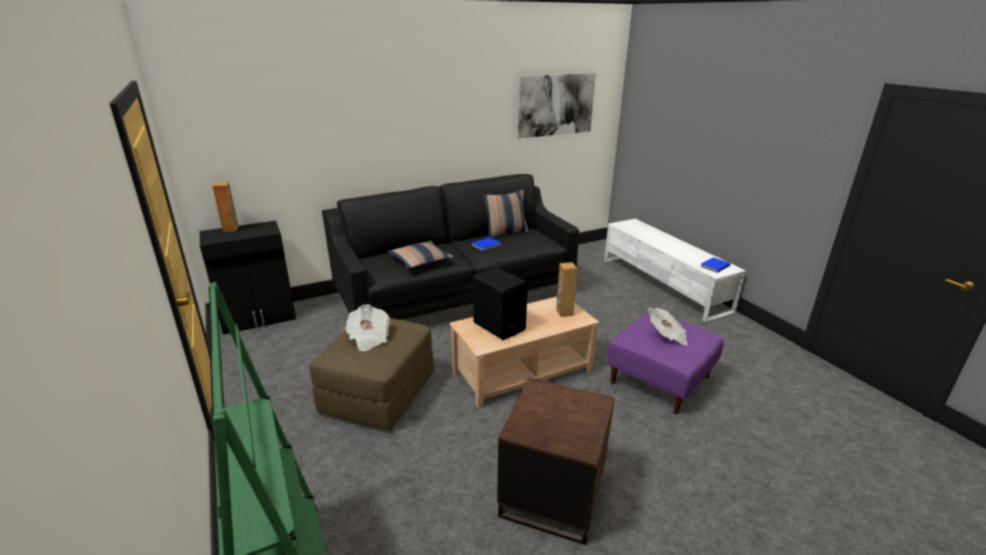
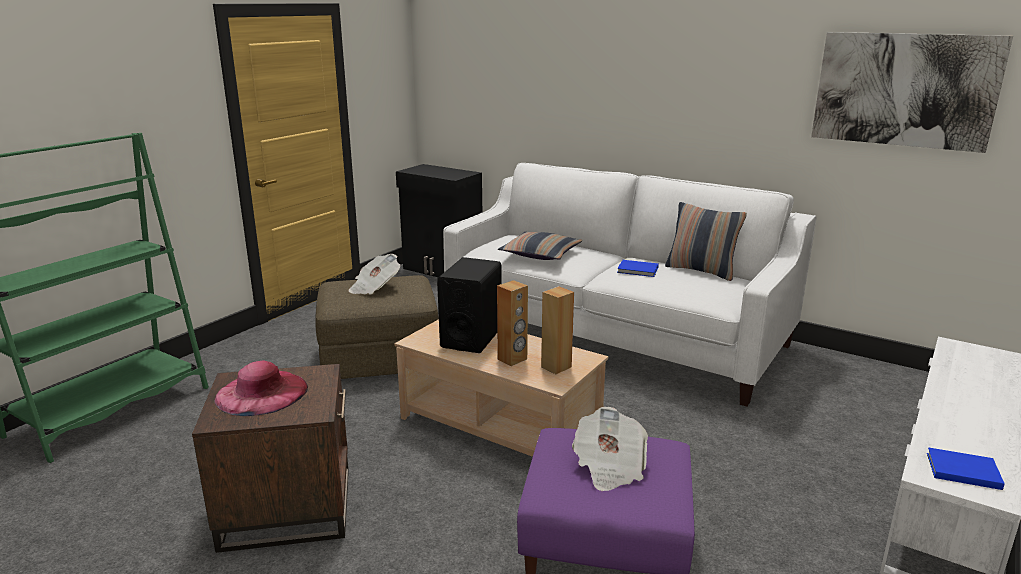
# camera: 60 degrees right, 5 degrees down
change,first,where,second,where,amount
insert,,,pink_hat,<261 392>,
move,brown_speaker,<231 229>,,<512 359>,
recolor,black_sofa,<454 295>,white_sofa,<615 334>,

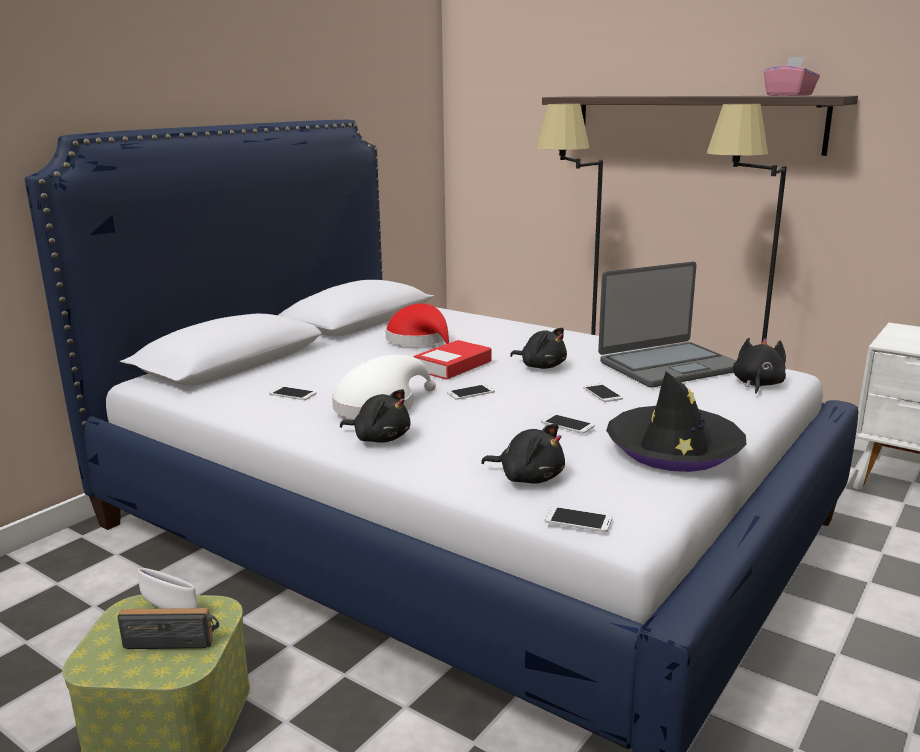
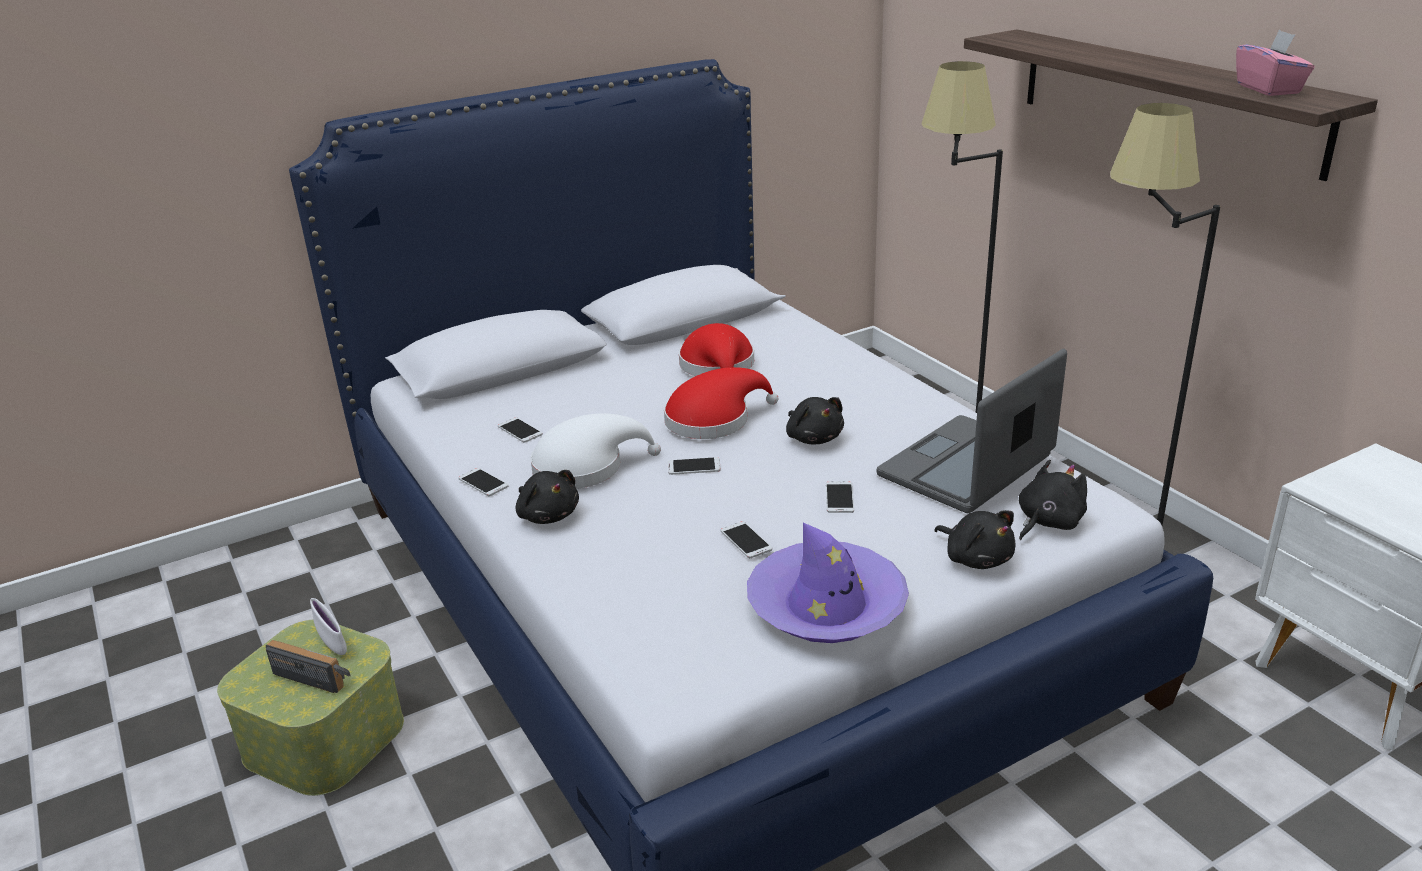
# camera: 25 degrees right, 10 degrees up
change,first,where,second,where,amount
move,black_plush_toy,<528 477>,,<976 558>,
move,phone,<578 520>,,<483 482>,
replace,book,<453 366>,red_hat,<713 419>,
recolor,black_hat,<673 450>,purple_hat,<826 606>,
rotate,laptop,<668 366>,,<967 467>,135 degrees clockwise

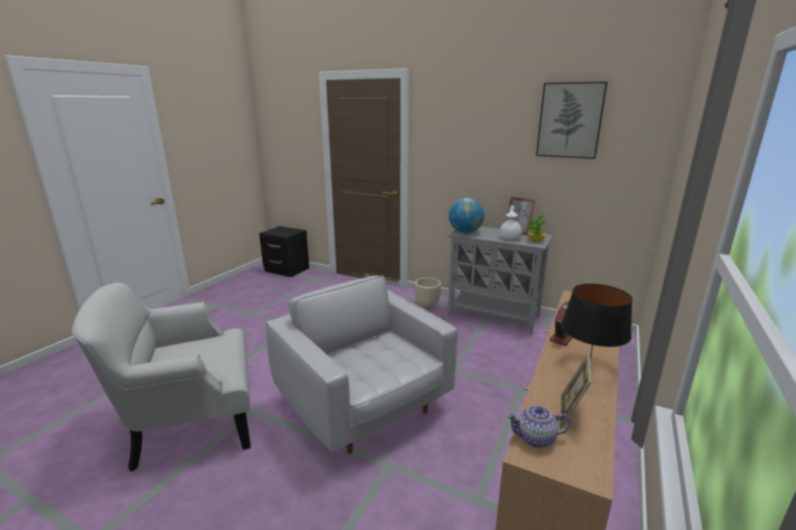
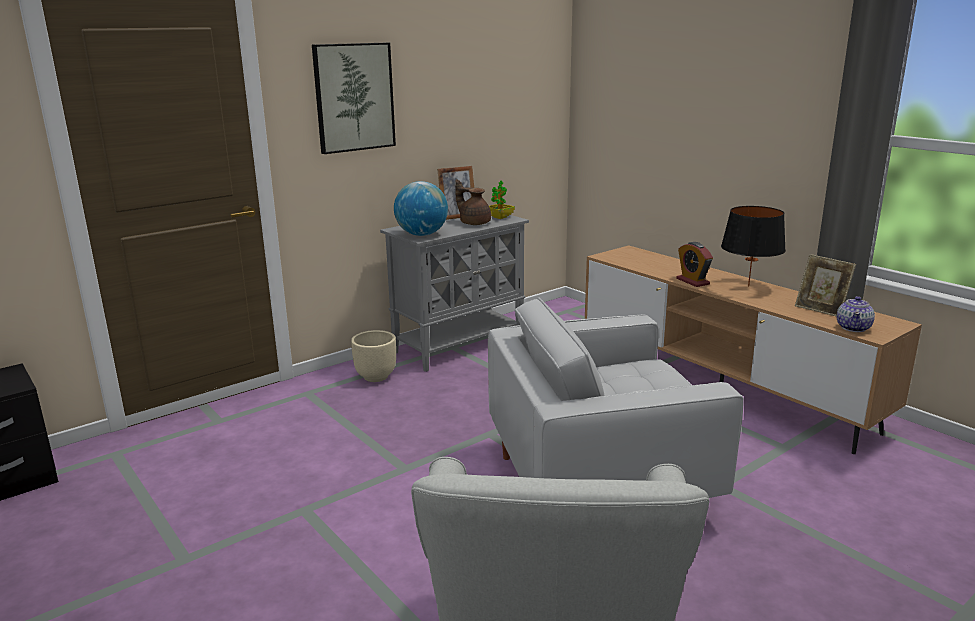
# camera: 65 degrees left, 0 degrees up
change,first,where,second,where,amount
move,picture,<570 120>,,<354 97>,
recolor,white_teapot,<510 237>,brown_teapot,<474 223>,

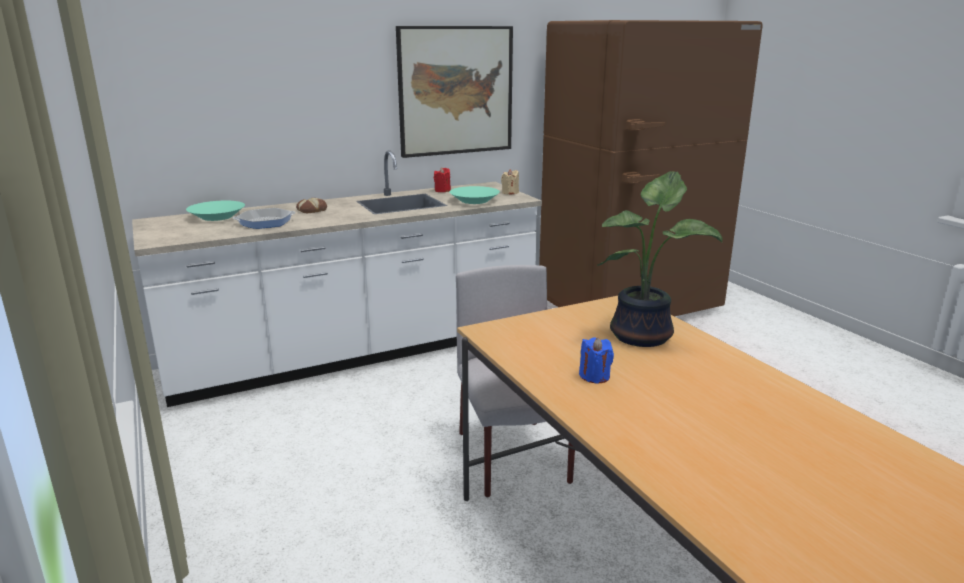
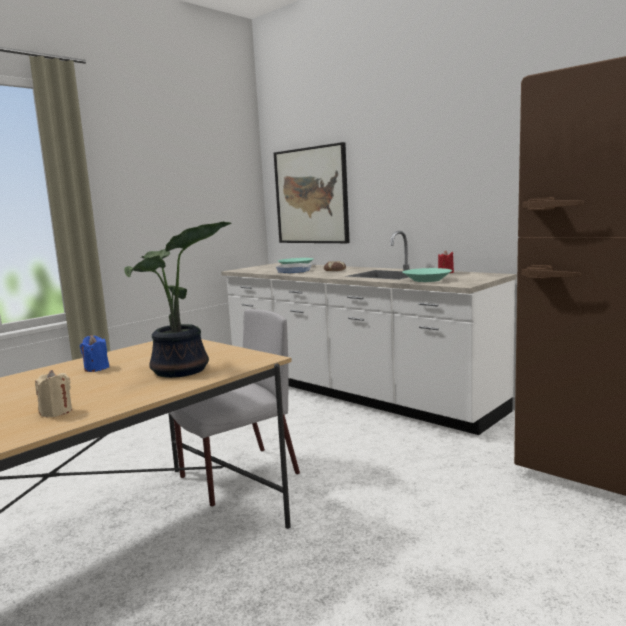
# camera: 70 degrees right, 10 degrees down
change,first,where,second,where,amount
move,picture,<455 91>,,<311 196>,
move,beige_candle,<510 193>,,<56 412>,

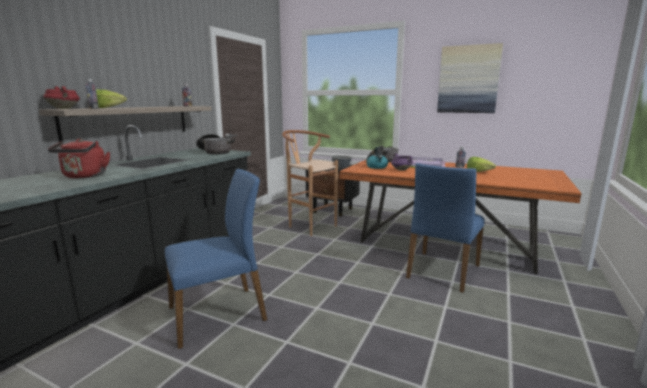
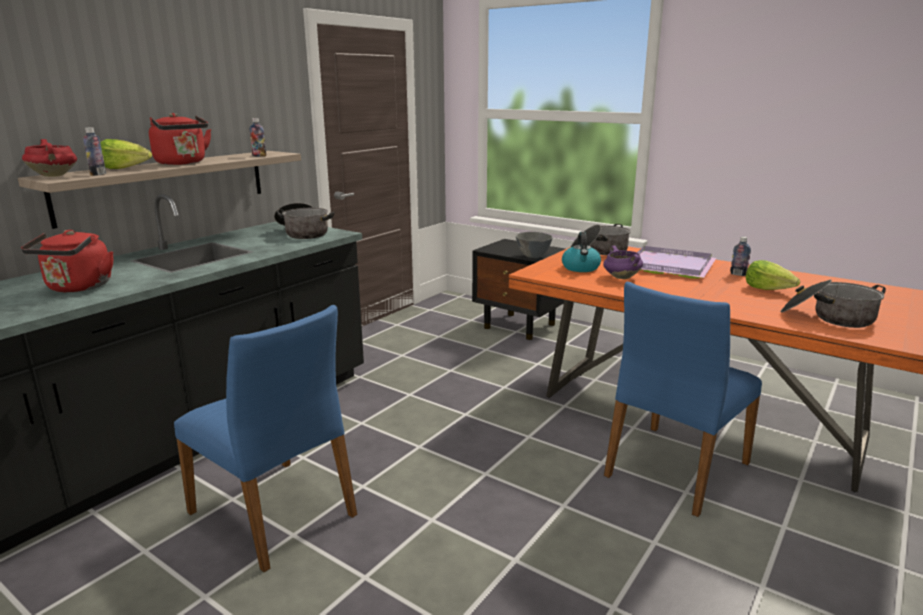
# camera: 10 degrees right, 5 degrees up
change,first,where,second,where,amount
delete,brown_stool,<308 226>,,,
delete,picture,<468 79>,,,
insert,,,red_kettle,<182 163>,
insert,,,cooking_pot,<828 317>,
rotate,blue_chair,<218 313>,,<275 513>,60 degrees clockwise

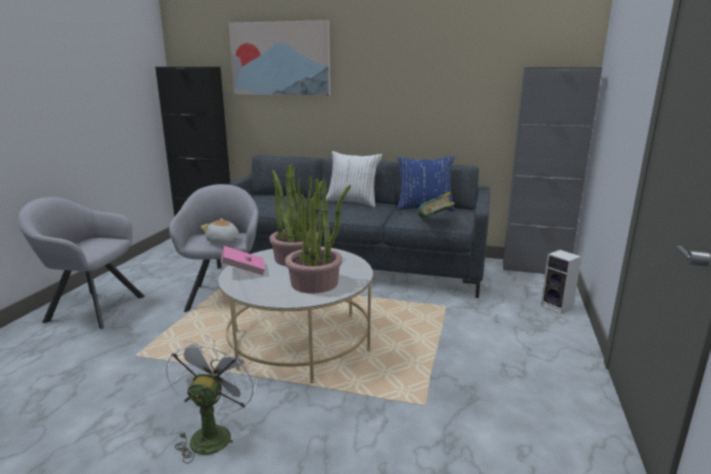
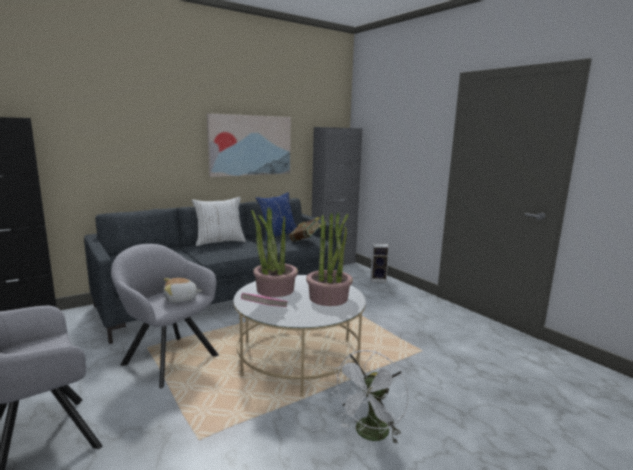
# camera: 50 degrees left, 5 degrees down
change,first,where,second,where,amount
move,picture,<280 59>,,<250 145>,
rotate,white_fan,<212 433>,,<370 435>,105 degrees counterclockwise

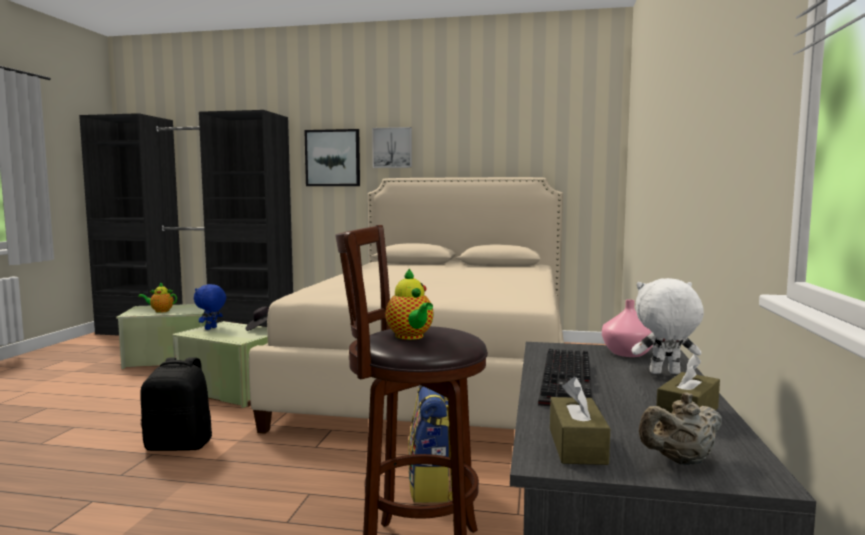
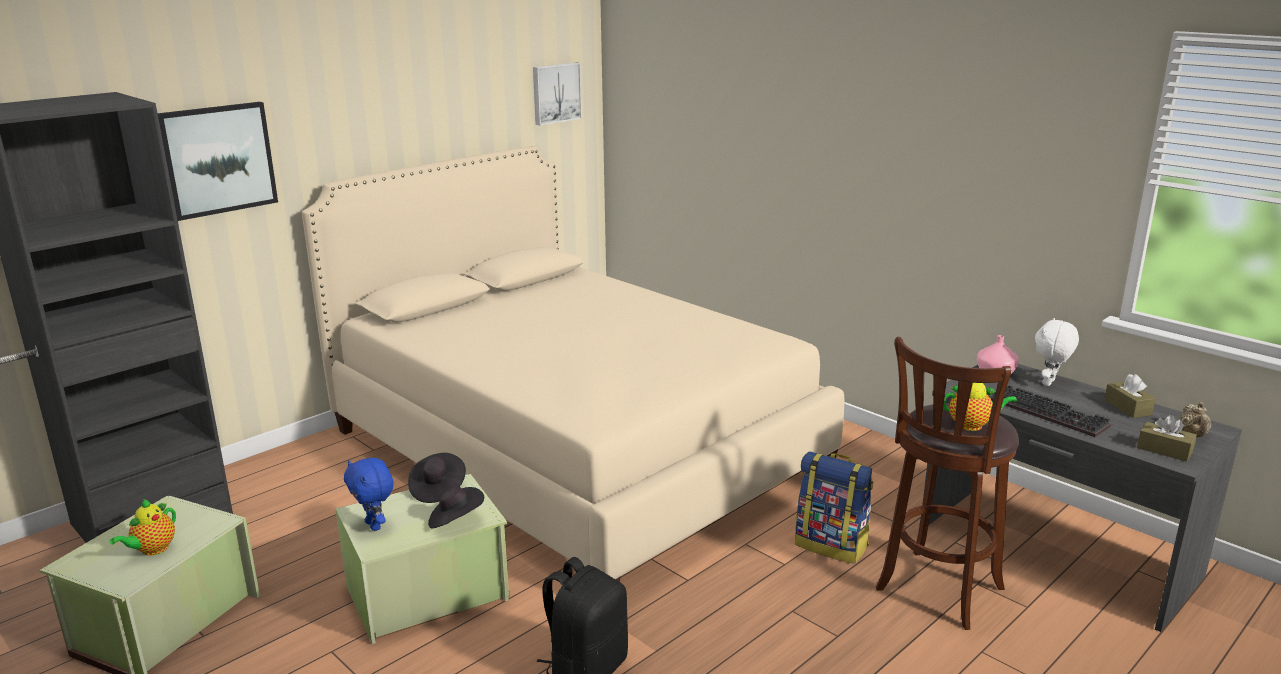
# camera: 55 degrees left, 15 degrees up
change,first,where,second,where,amount
insert,,,black_hat,<456 520>,
move,picture,<392 148>,,<555 93>,

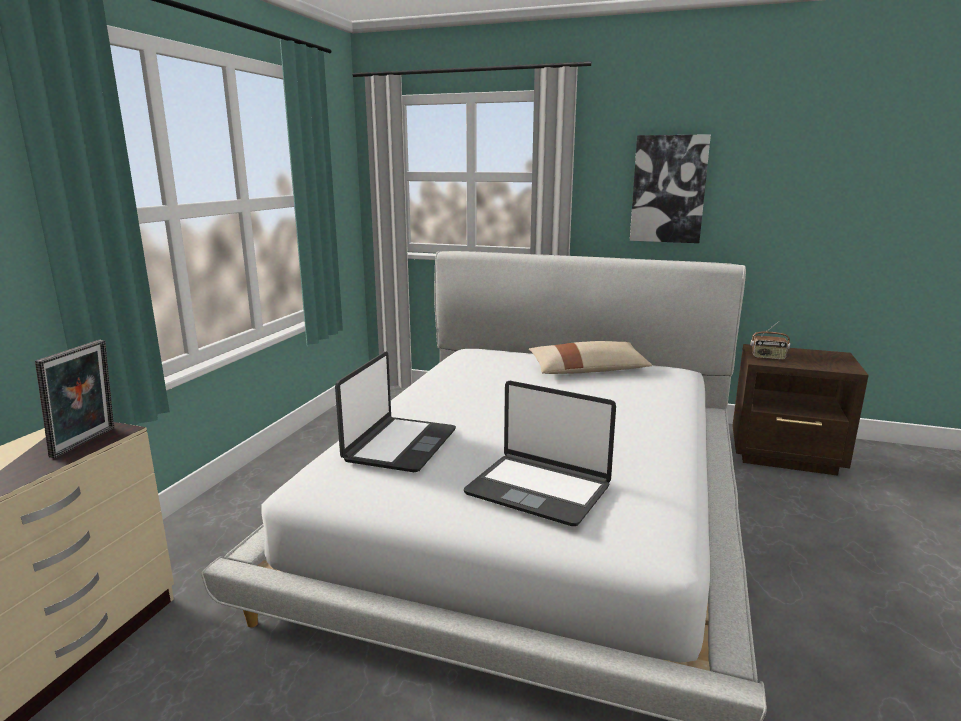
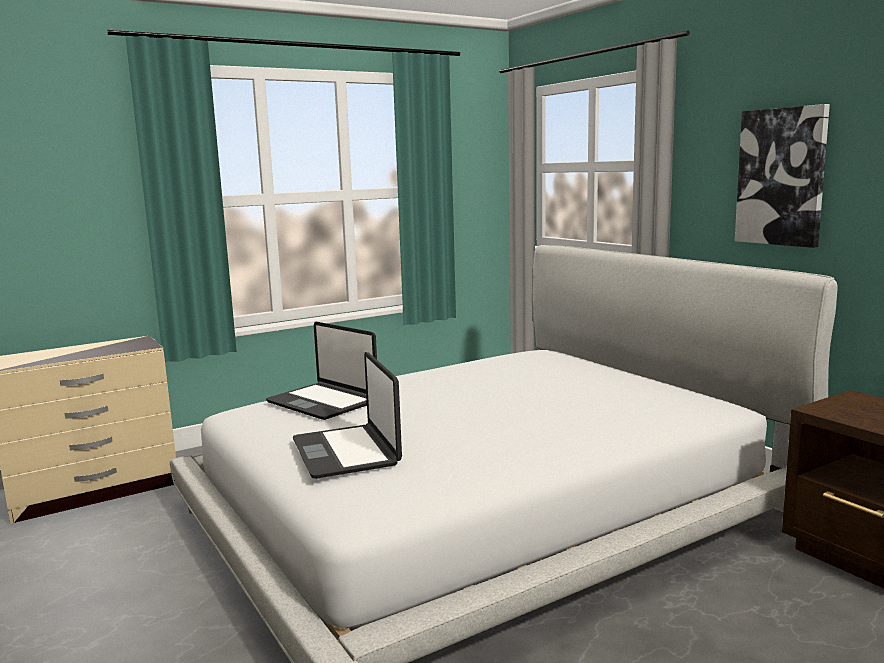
# camera: 40 degrees right, 5 degrees down
change,first,where,second,where,amount
delete,picture_frame,<87 442>,,,
delete,beige_pillow,<588 370>,,,
delete,radio,<768 357>,,,
rotate,laptop,<399 445>,,<323 402>,75 degrees clockwise

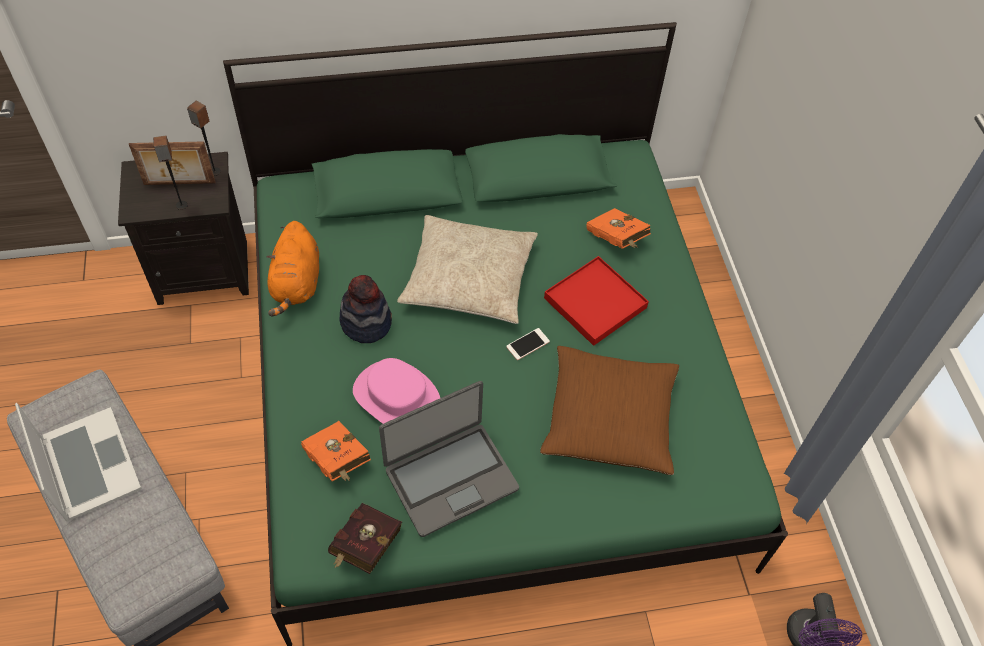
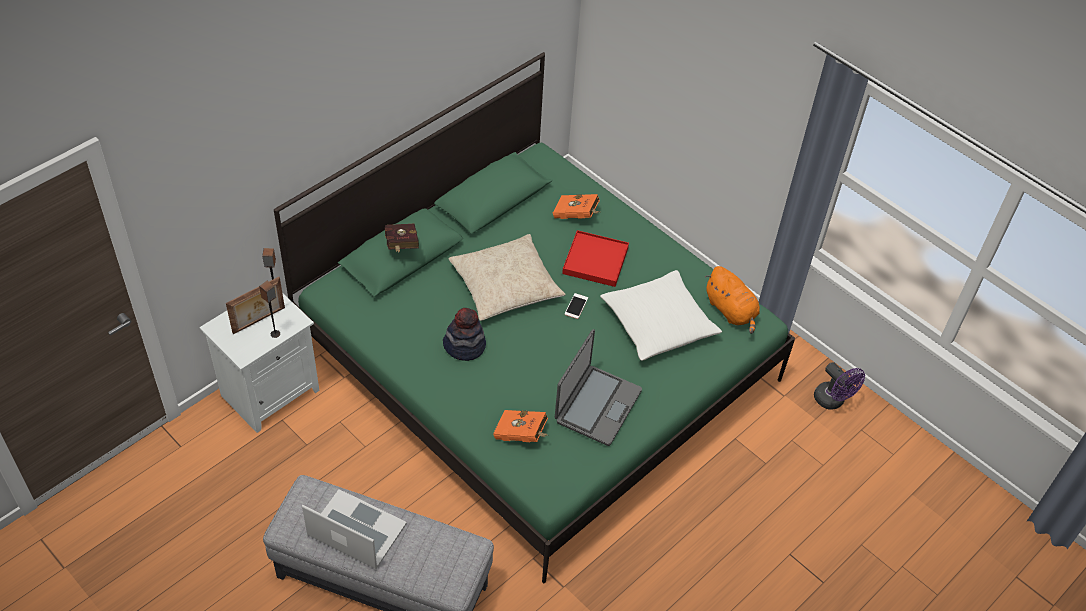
# camera: 35 degrees left, 5 degrees down
change,first,where,second,where,amount
delete,pink_hat,<397 398>,,,
move,orange_plush_toy,<296 284>,,<731 311>,
move,red_book,<364 547>,,<401 246>,
recolor,black_nightstand,<205 270>,white_nightstand,<270 391>,
recolor,brown_pillow,<609 418>,white_pillow,<658 323>,

